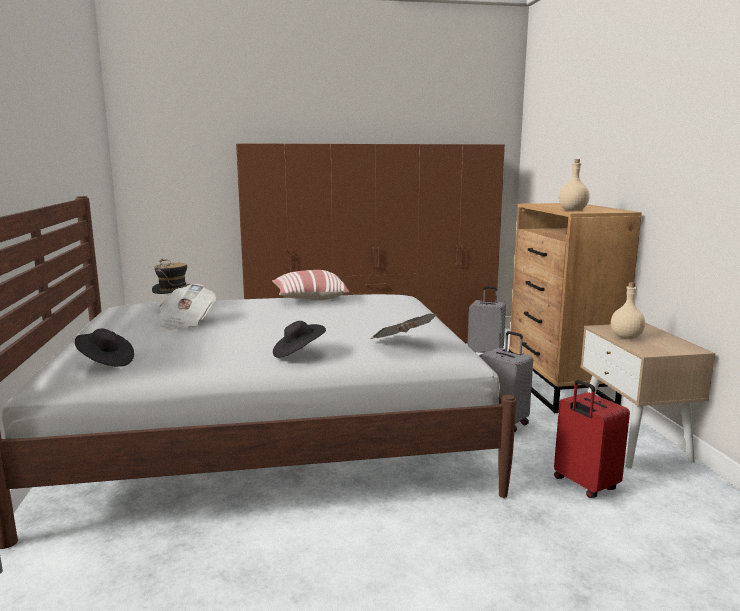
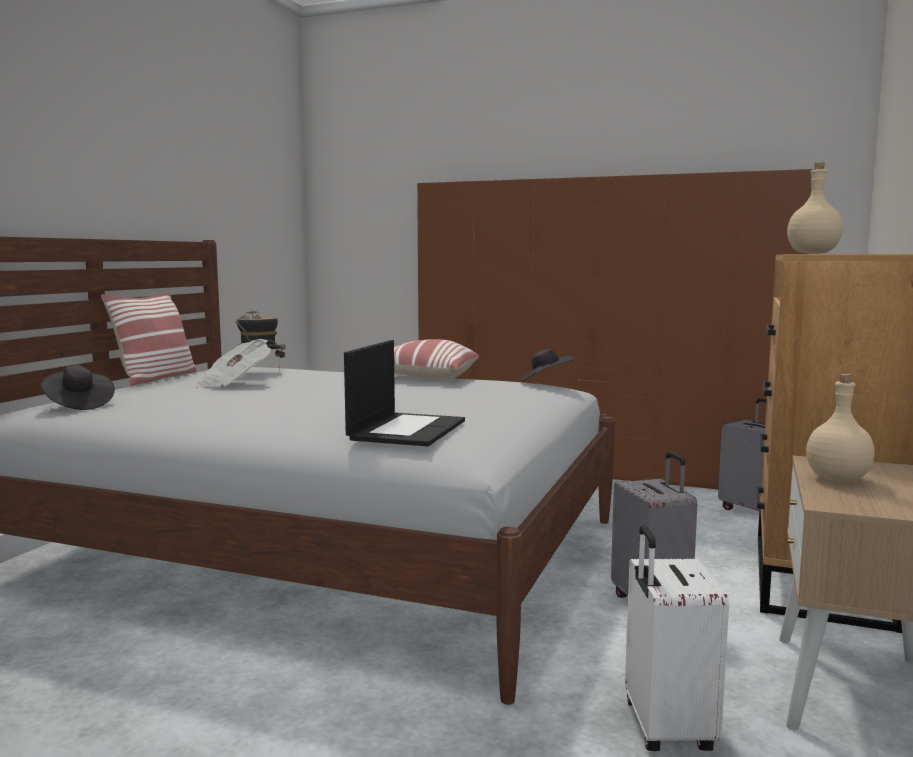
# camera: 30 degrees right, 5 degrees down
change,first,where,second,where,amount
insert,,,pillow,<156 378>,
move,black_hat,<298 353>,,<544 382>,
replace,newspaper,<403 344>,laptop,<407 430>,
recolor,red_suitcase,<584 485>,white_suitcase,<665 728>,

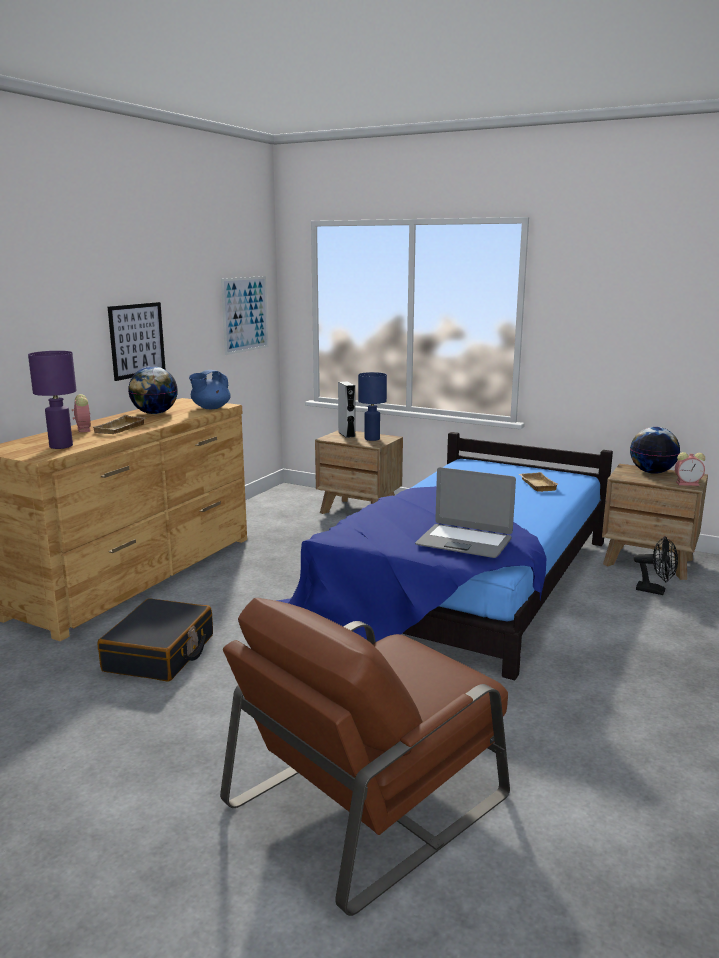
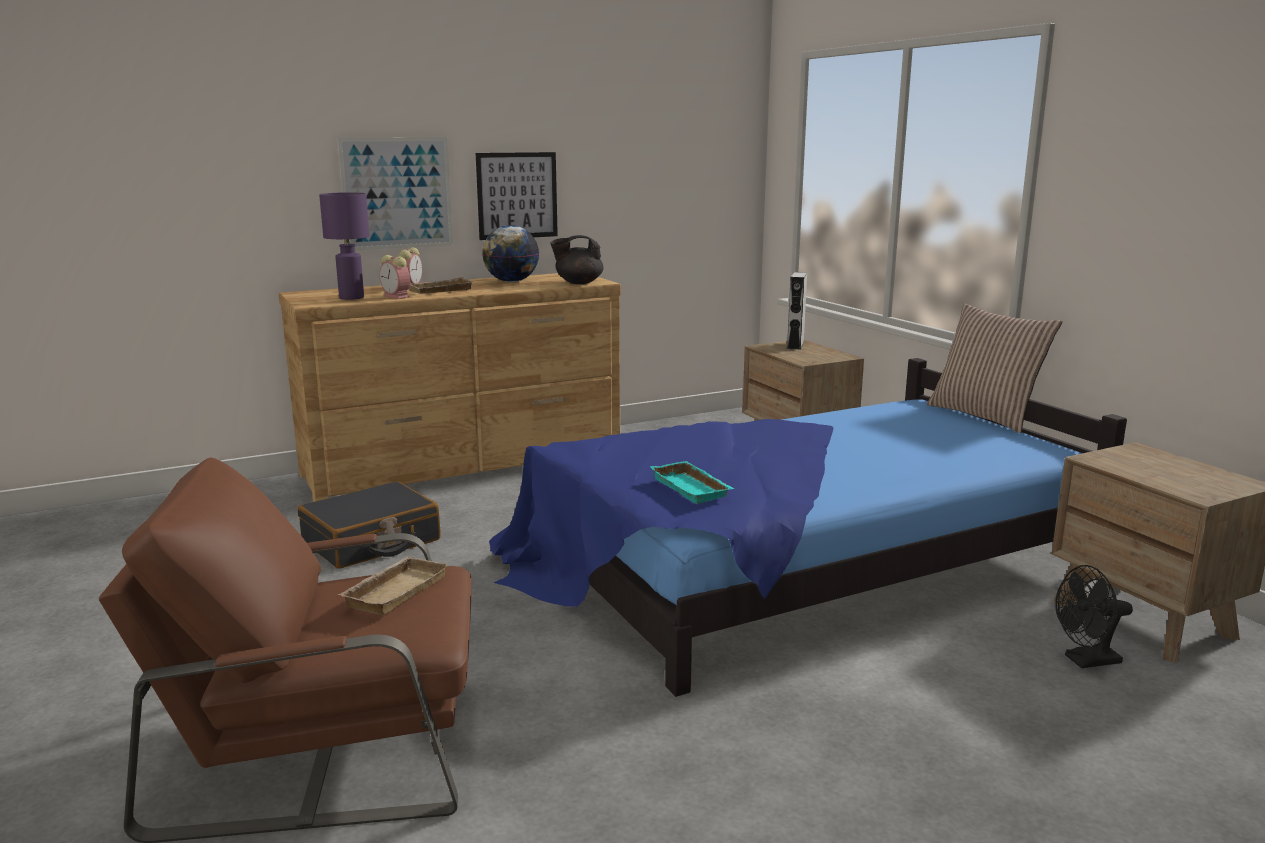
# camera: 35 degrees right, 0 degrees up
change,first,where,second,where,amount
delete,blue_table_lamp,<372 439>,,,
delete,globe,<652 472>,,,
insert,,,pillow,<985 416>,
move,picture,<245 314>,,<397 193>,
move,beige_tray,<536 485>,,<394 590>,
move,alarm_clock,<688 483>,,<397 296>,
replace,laptop,<464 542>,turquoise_tray,<693 488>,
recolor,blue_teapot,<210 408>,black_teapot,<578 283>,
rotate,black_fan,<655 591>,,<1086 661>,105 degrees clockwise

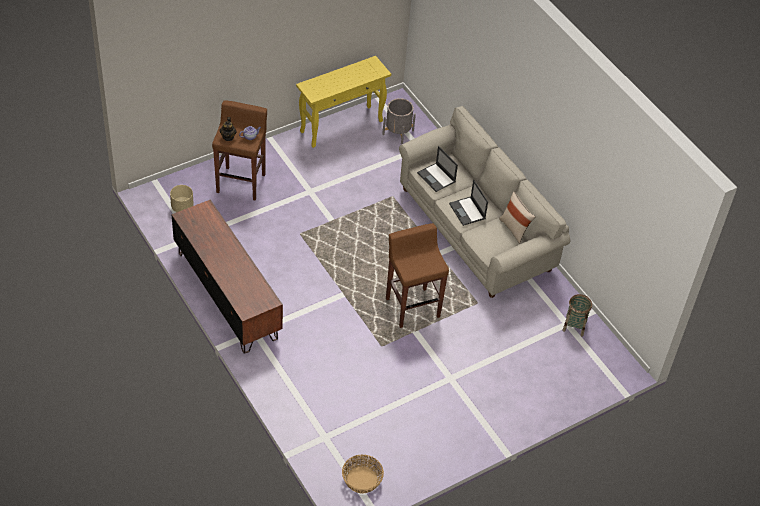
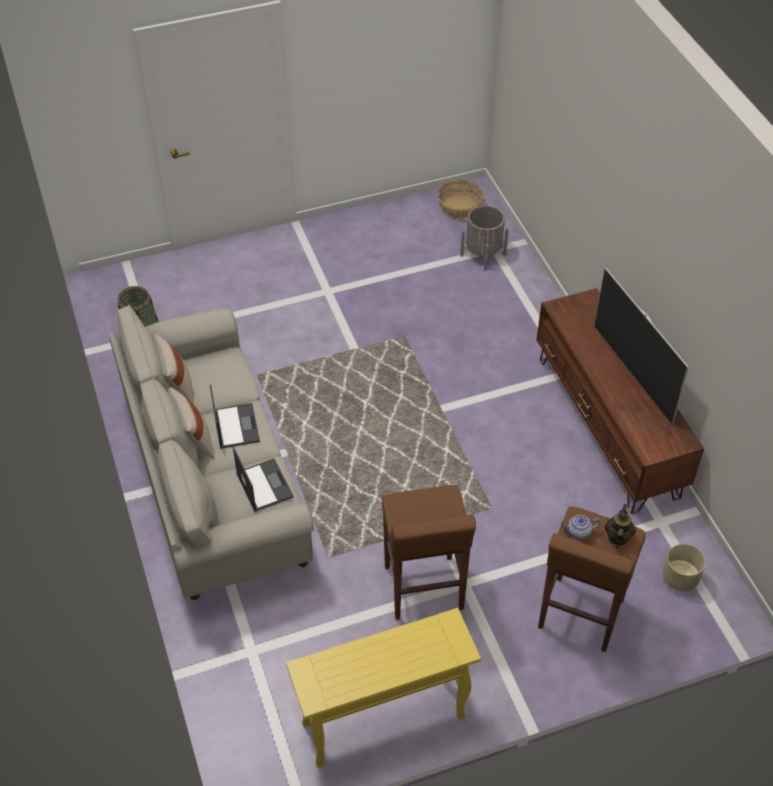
# camera: 165 degrees left, 0 degrees up
change,first,where,second,where,amount
insert,,,beige_pillow,<194 441>,
insert,,,television,<632 373>,
move,grey_planter,<398 132>,,<483 255>,
move,brown_stool,<412 307>,,<423 589>,

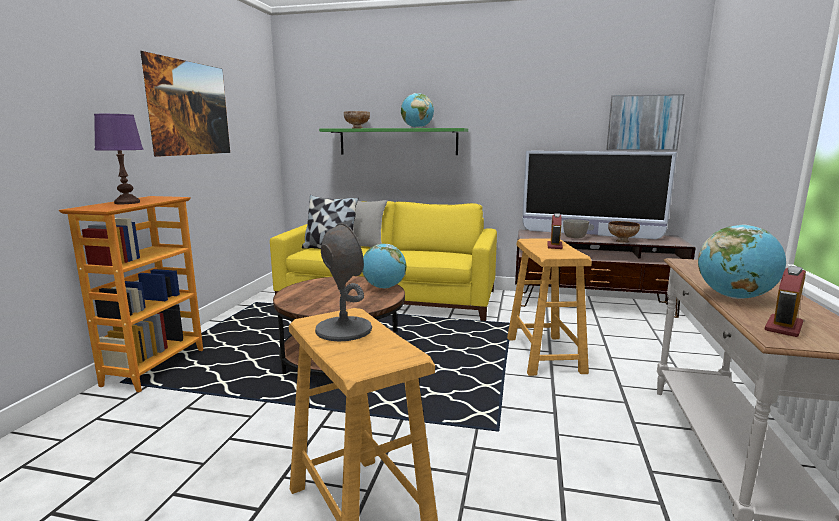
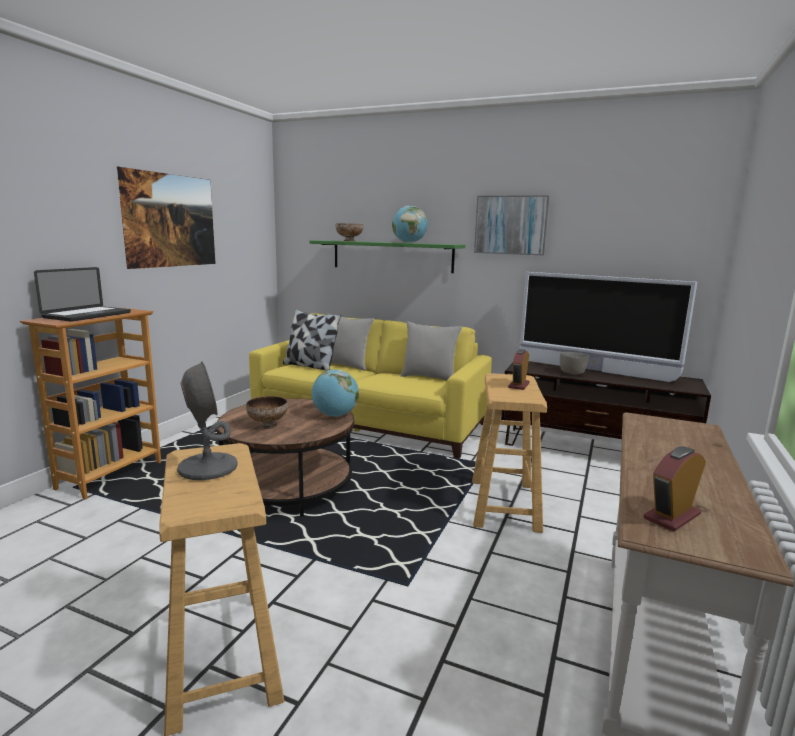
# camera: 10 degrees right, 0 degrees up
change,first,where,second,where,amount
delete,globe,<734 297>,,,
insert,,,grey_pillow,<429 377>,
move,picture,<643 123>,,<510 225>,
move,bowl,<622 241>,,<268 425>,
replace,purple_table_lamp,<127 202>,laptop,<87 315>,

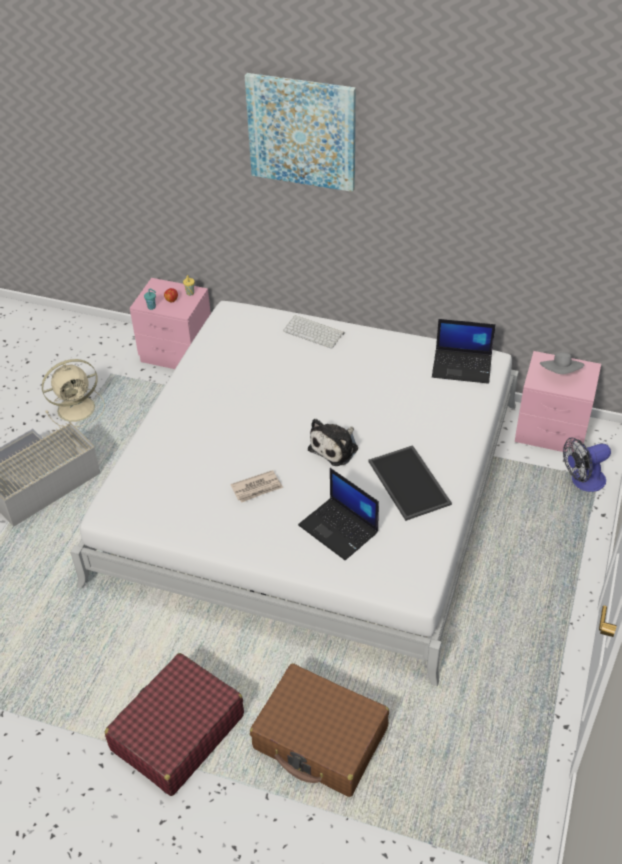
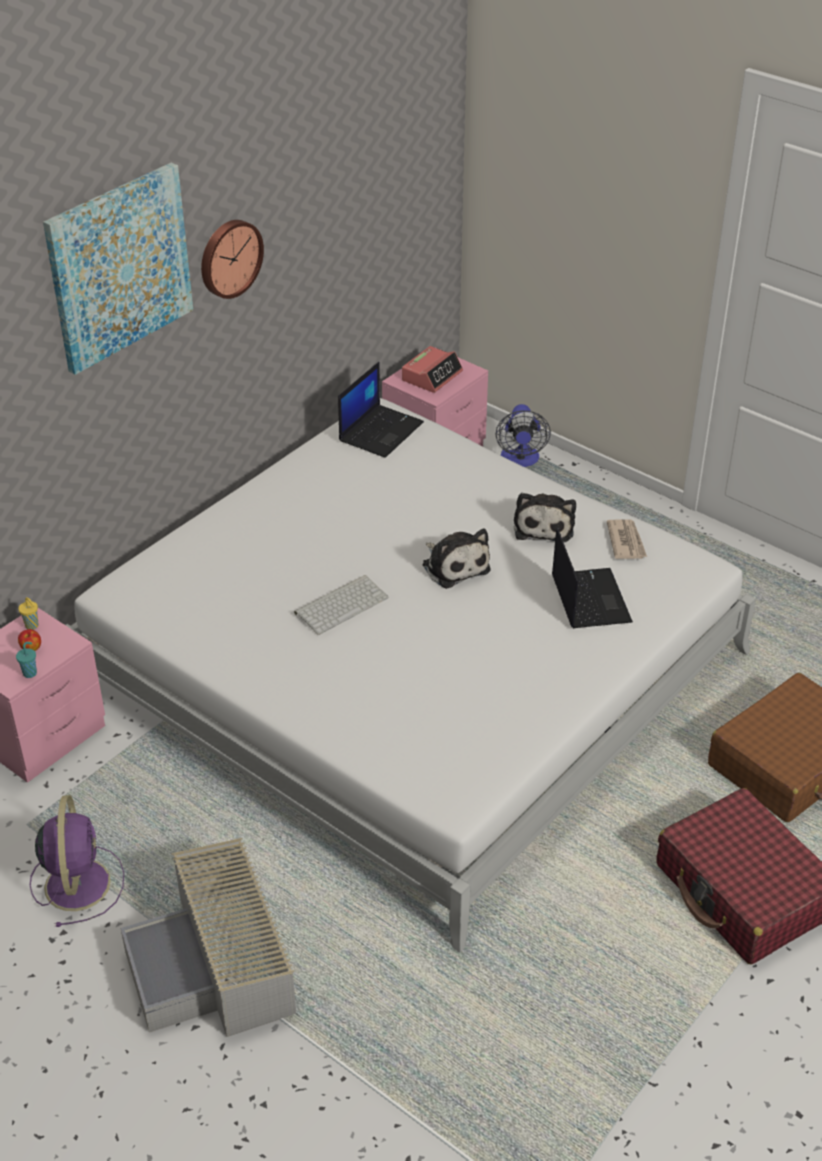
# camera: 70 degrees left, 5 degrees down
change,first,where,second,where,amount
insert,,,wall_clock,<229 258>,
move,newspaper,<257 488>,,<626 541>,
move,keyboard,<314 332>,,<341 604>,
replace,tray,<410 483>,plush_toy,<544 526>,
replace,grey_hat,<560 373>,alarm_clock,<432 376>,
recolor,beige_fan,<78 408>,purple_fan,<78 882>,
rotate,laptop,<339 529>,,<589 598>,75 degrees counterclockwise

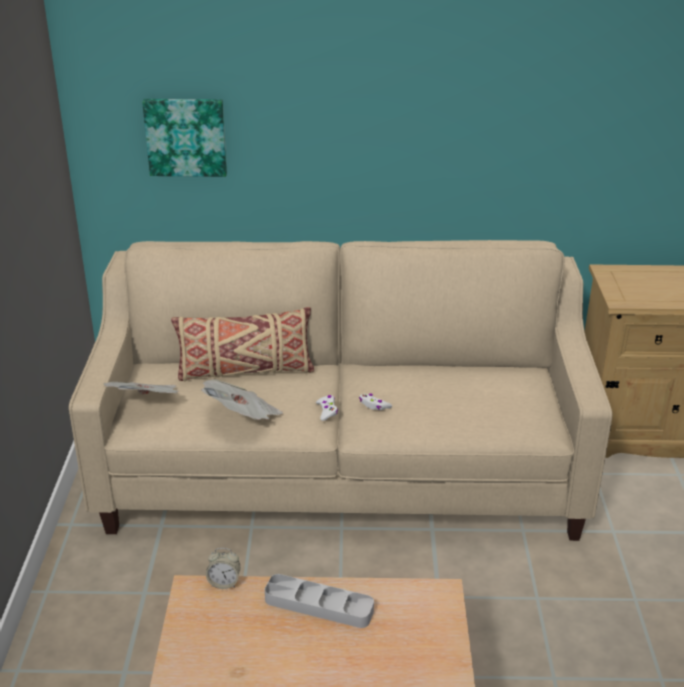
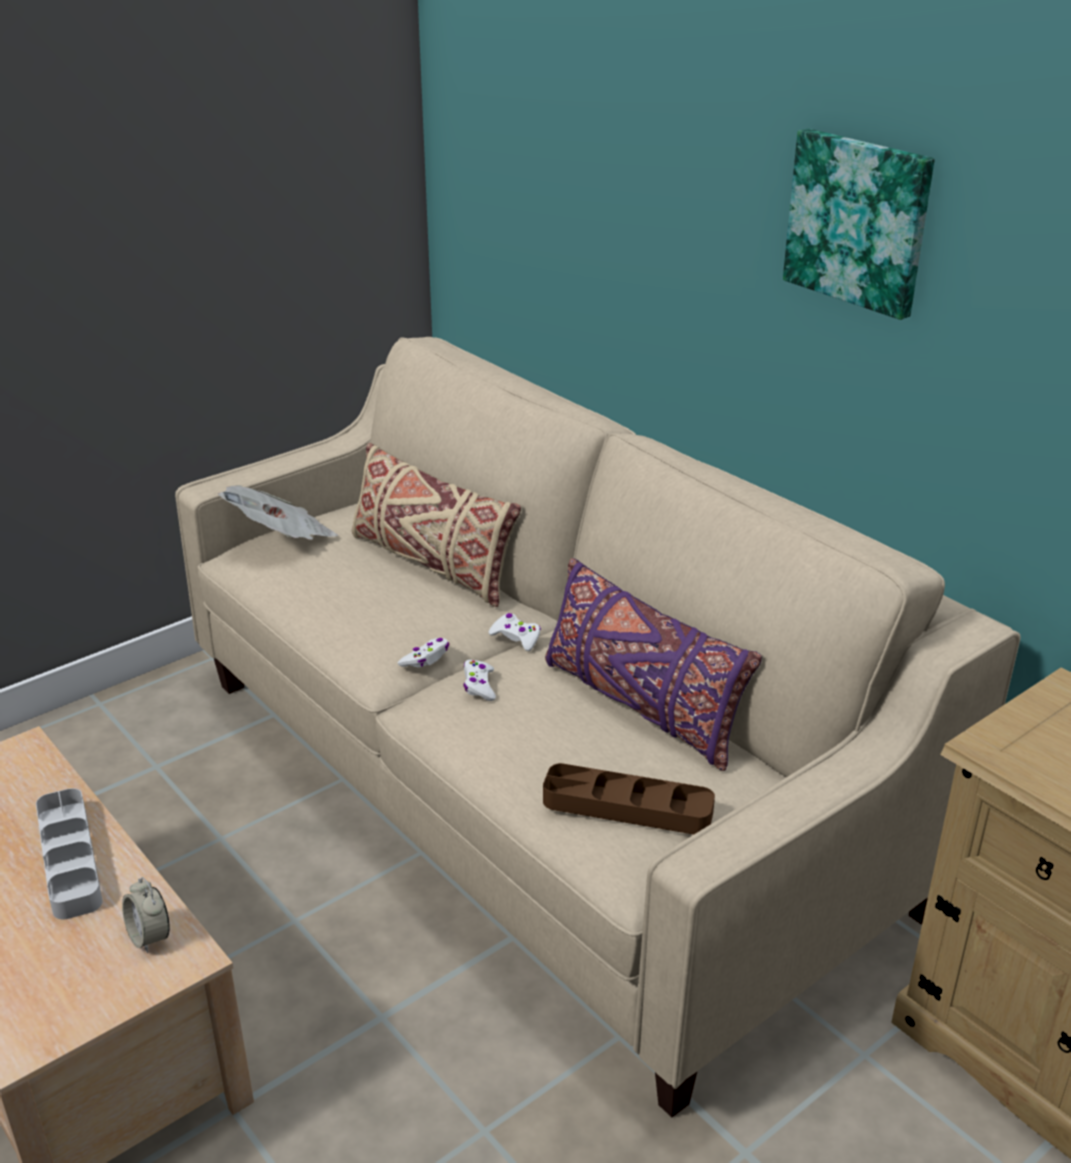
# camera: 50 degrees right, 0 degrees up
change,first,where,second,where,amount
delete,newspaper,<243 417>,,,
insert,,,white_game_controller,<516 637>,
insert,,,brown_tray,<627 807>,
insert,,,purple_pillow,<641 705>,
move,picture,<186 136>,,<859 221>,
move,alarm_clock,<224 582>,,<150 937>,

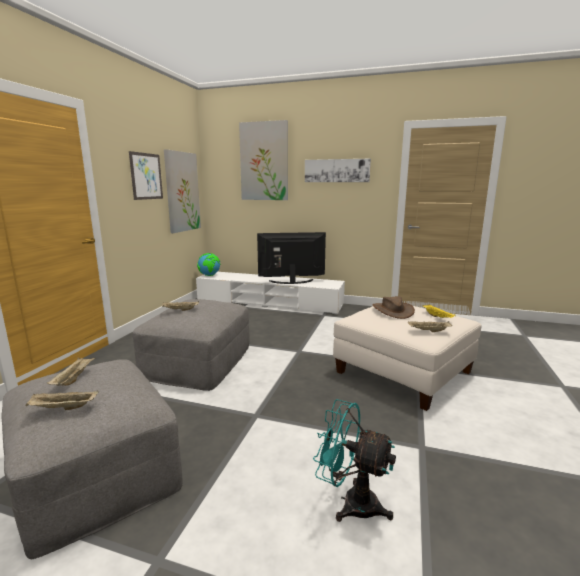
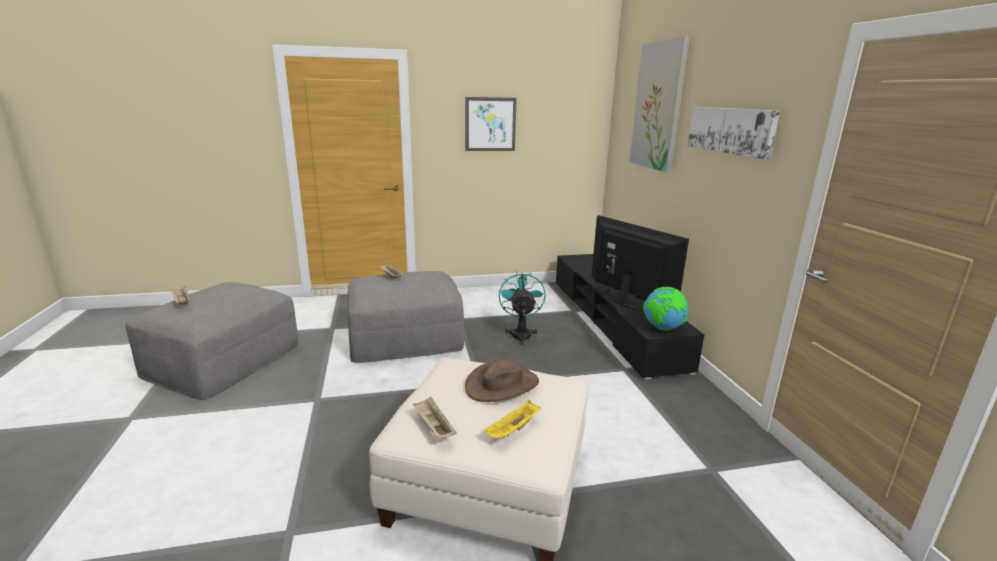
# camera: 60 degrees right, 5 degrees up
change,first,where,second,where,amount
delete,beige_tray,<73 379>,,,
delete,picture,<182 192>,,,
move,globe,<209 275>,,<663 328>,
move,turquoise_fan,<351 502>,,<521 333>,
recolor,white_tv_stand,<269 302>,black_tv_stand,<613 321>,

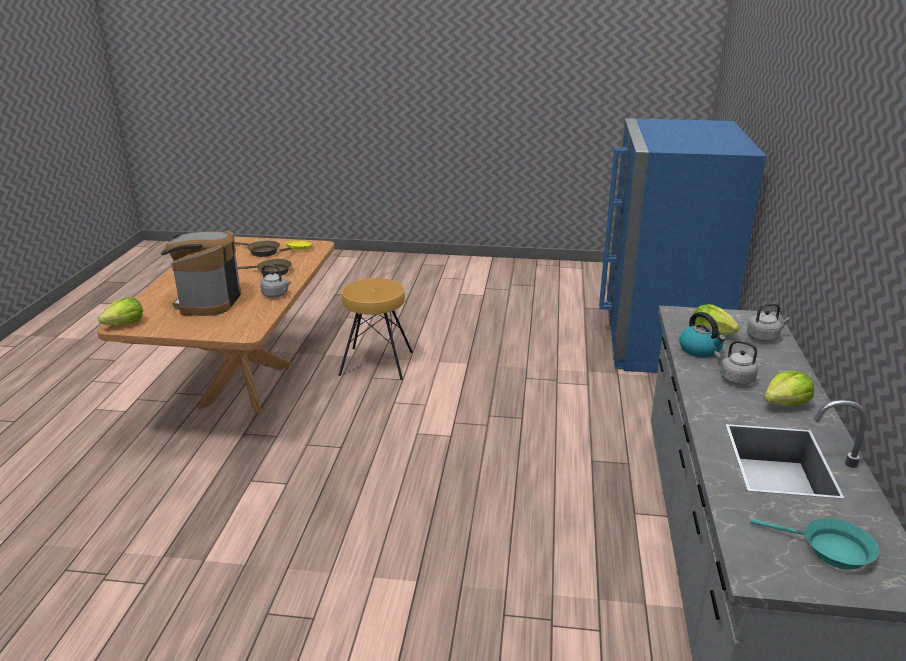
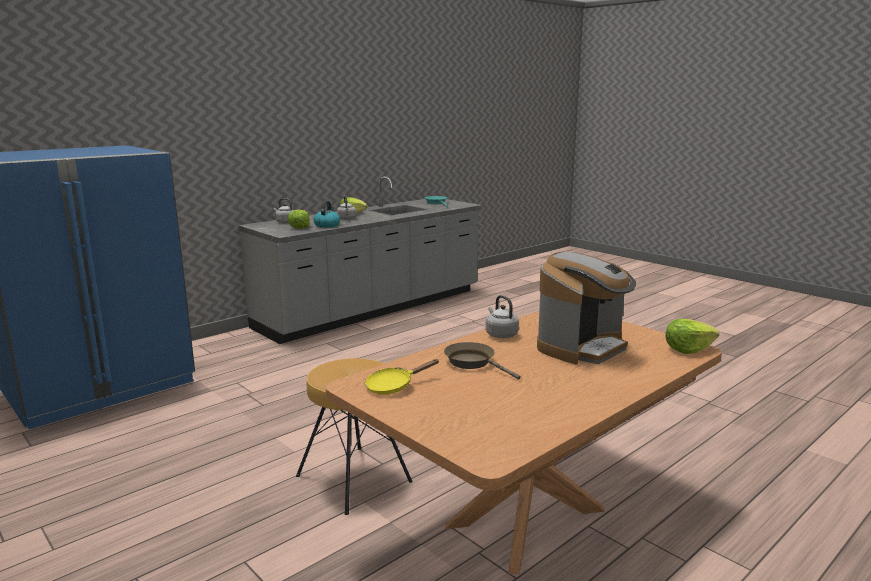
# camera: 140 degrees left, 10 degrees down
change,first,where,second,where,amount
delete,brown_frying_pan,<261 252>,,,

